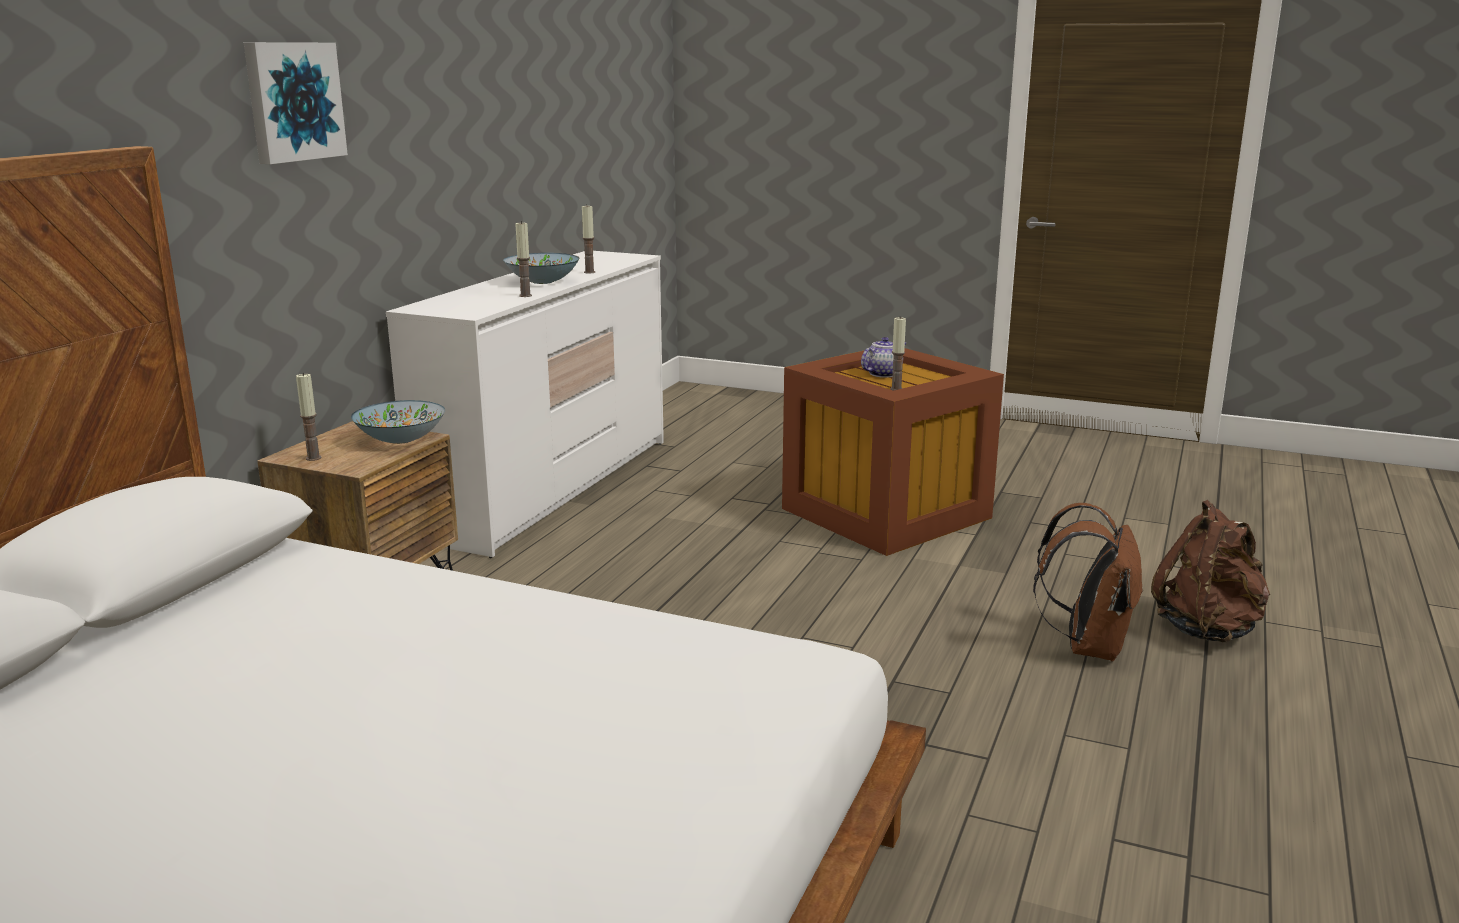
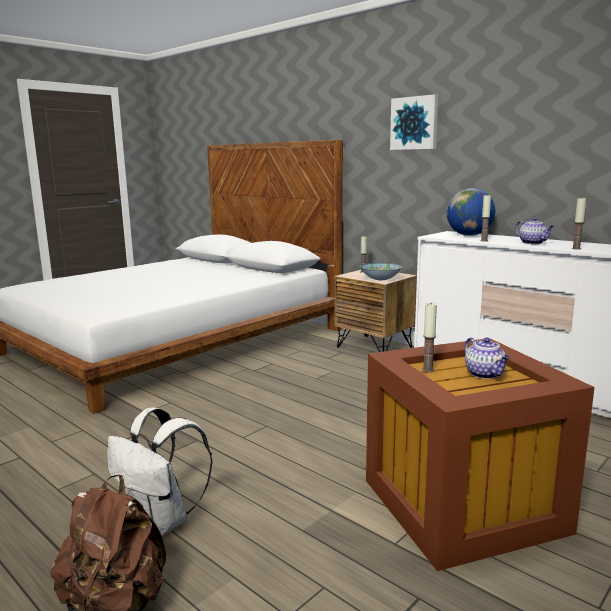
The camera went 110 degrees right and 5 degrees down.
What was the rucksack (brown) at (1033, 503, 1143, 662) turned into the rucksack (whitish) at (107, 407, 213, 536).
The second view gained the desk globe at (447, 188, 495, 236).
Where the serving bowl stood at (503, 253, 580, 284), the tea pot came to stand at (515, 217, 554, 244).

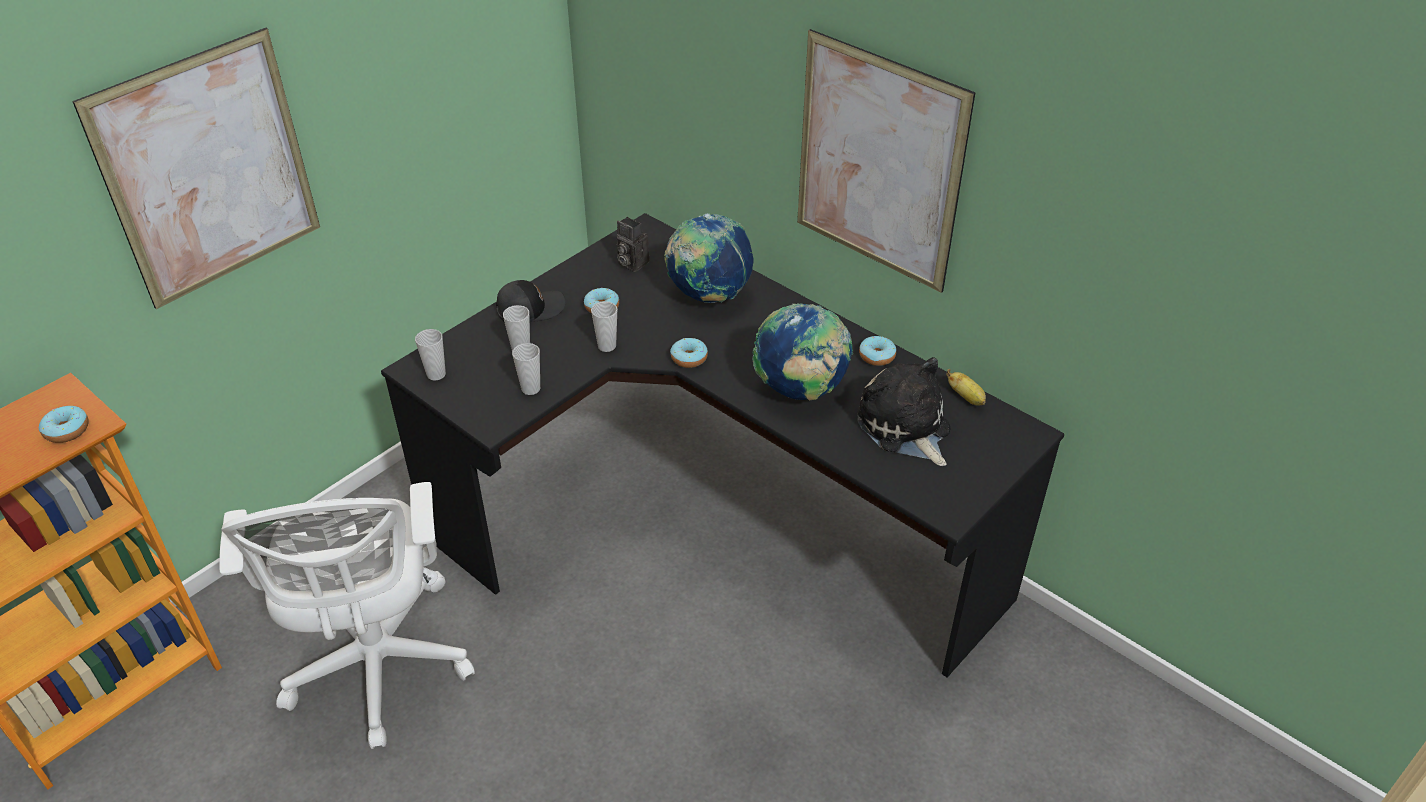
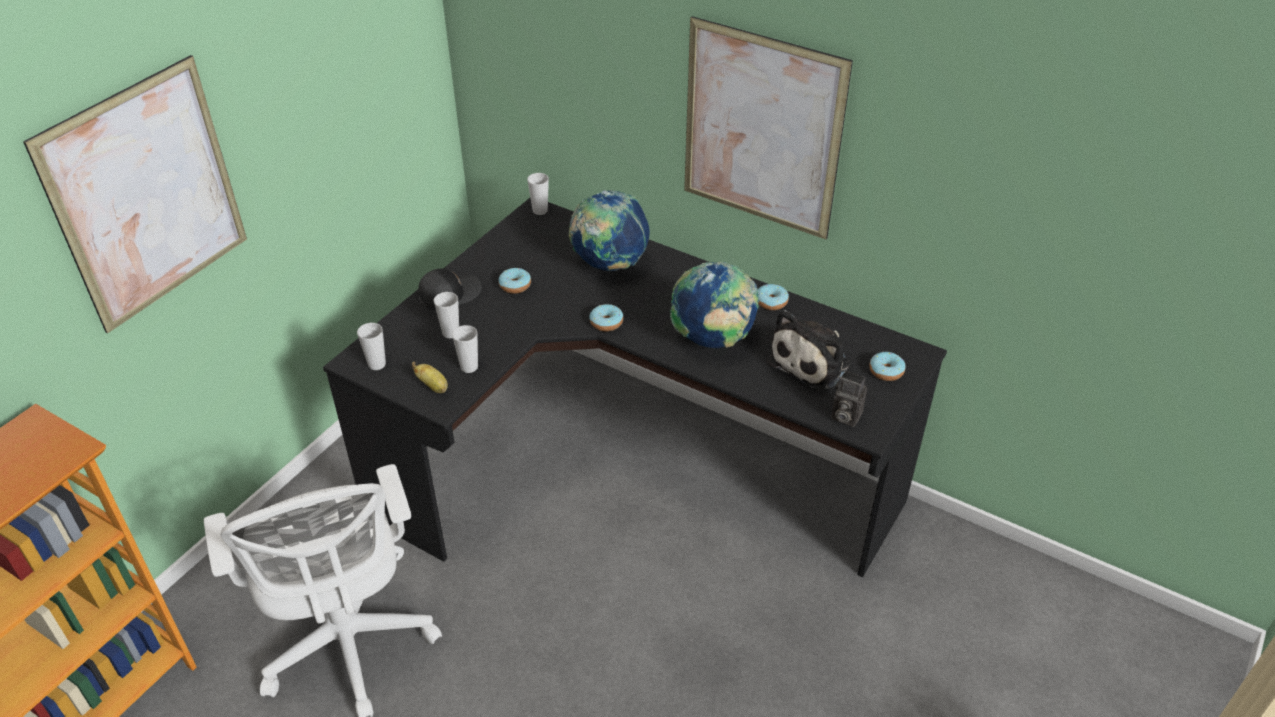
The camera went 10 degrees left and 0 degrees up.
The banana ended up elsewhere, having gone from (946, 369, 986, 405) to (412, 362, 448, 393).
The small cup ended up elsewhere, having gone from (591, 301, 617, 352) to (527, 173, 549, 215).
The cuddly toy at (857, 357, 950, 466) ended up facing another way, 105 degrees counterclockwise from before.
The still camera ended up elsewhere, having gone from (616, 217, 650, 272) to (831, 370, 867, 427).
The ring doughnut ended up elsewhere, having gone from (39, 406, 89, 443) to (869, 352, 905, 381).

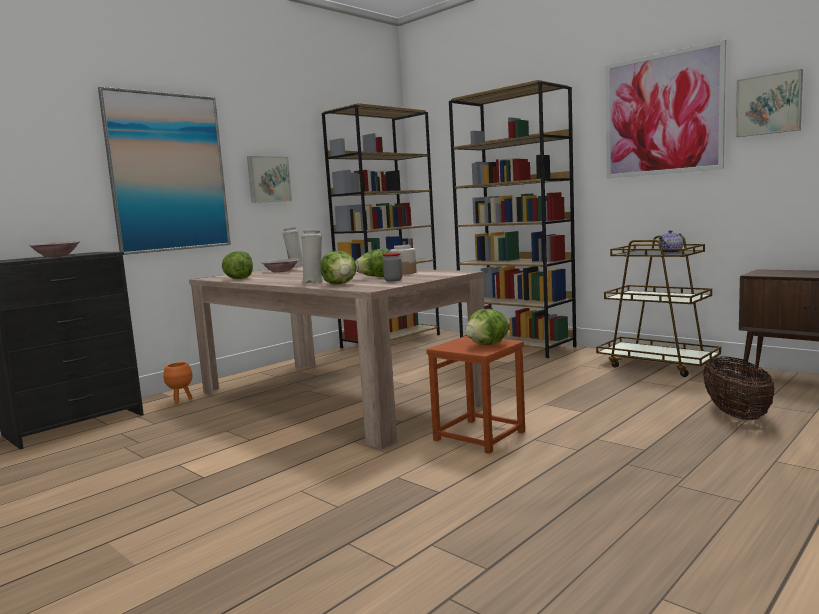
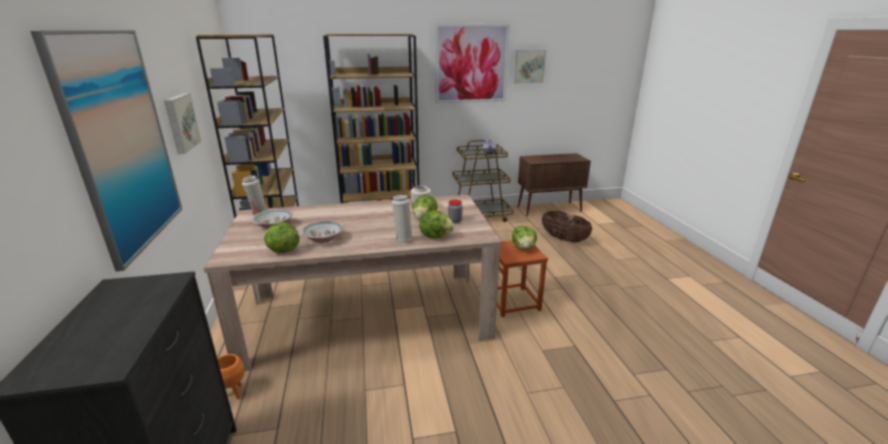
The camera went 55 degrees left and 15 degrees up.
The serving bowl ended up elsewhere, having gone from (29, 241, 80, 257) to (301, 220, 344, 243).

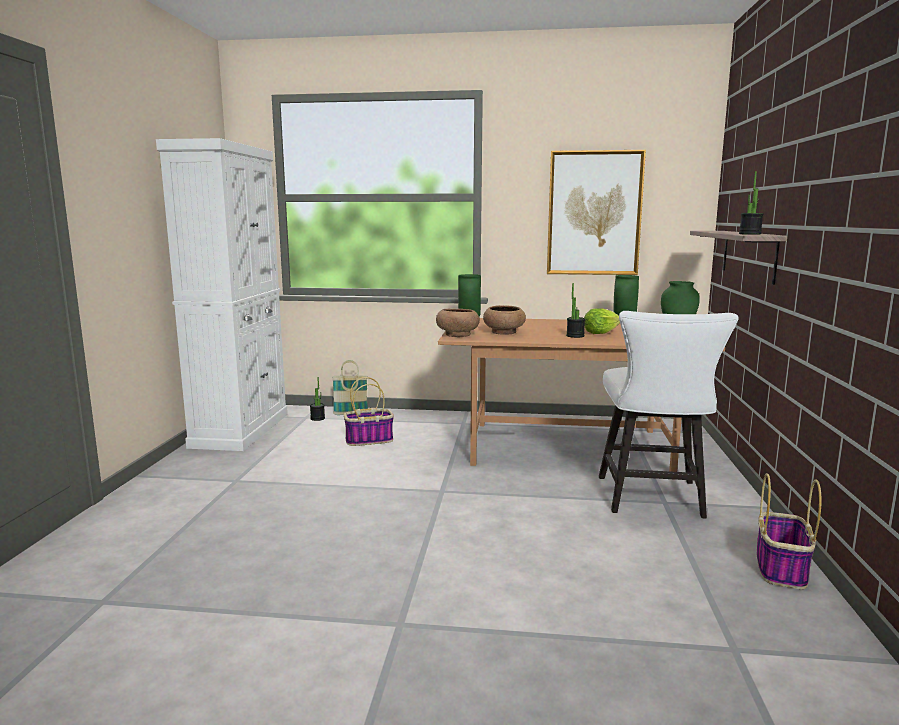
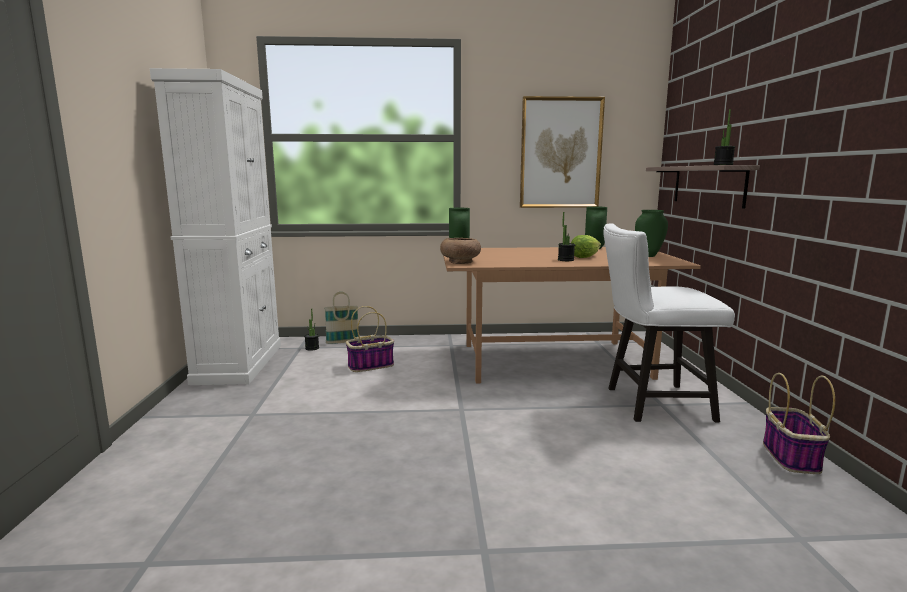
The camera went 10 degrees left and 0 degrees up.
The plain chair (whitish) at (599, 311, 739, 518) ended up facing another way, 90 degrees clockwise from before.
The second view lost the serving bowl (brown) at (483, 305, 526, 335).

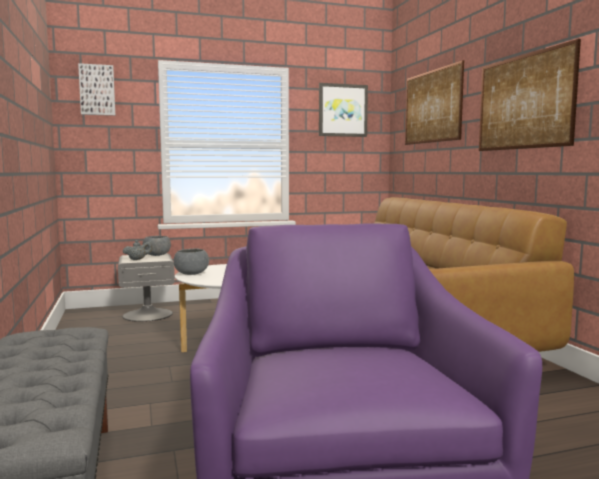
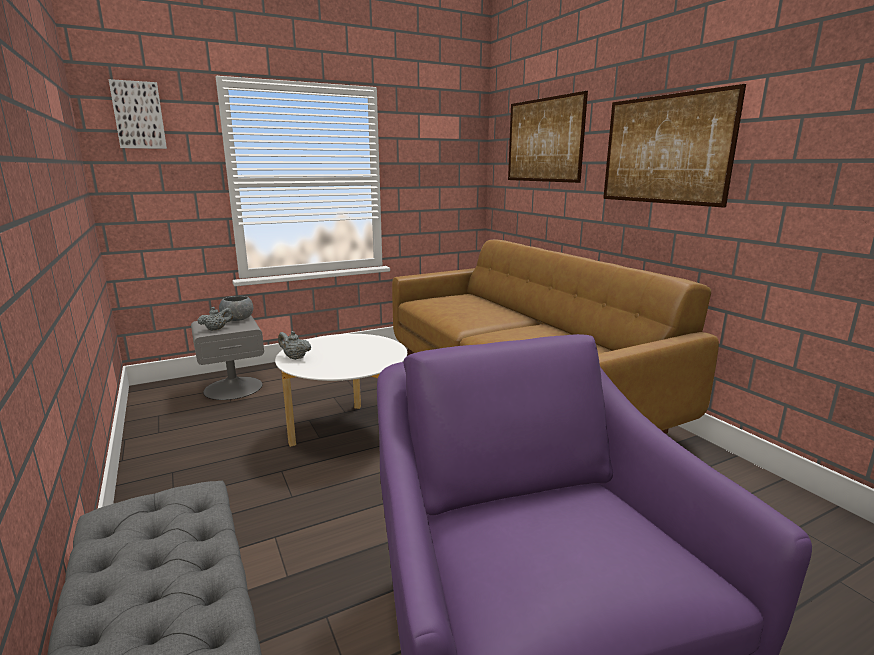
The camera went 10 degrees left and 10 degrees up.
Where the serving bowl (grey) stood at (174, 248, 209, 275), the tea pot (grey) came to stand at (278, 331, 311, 360).
The second view lost the wall picture at (319, 83, 368, 137).

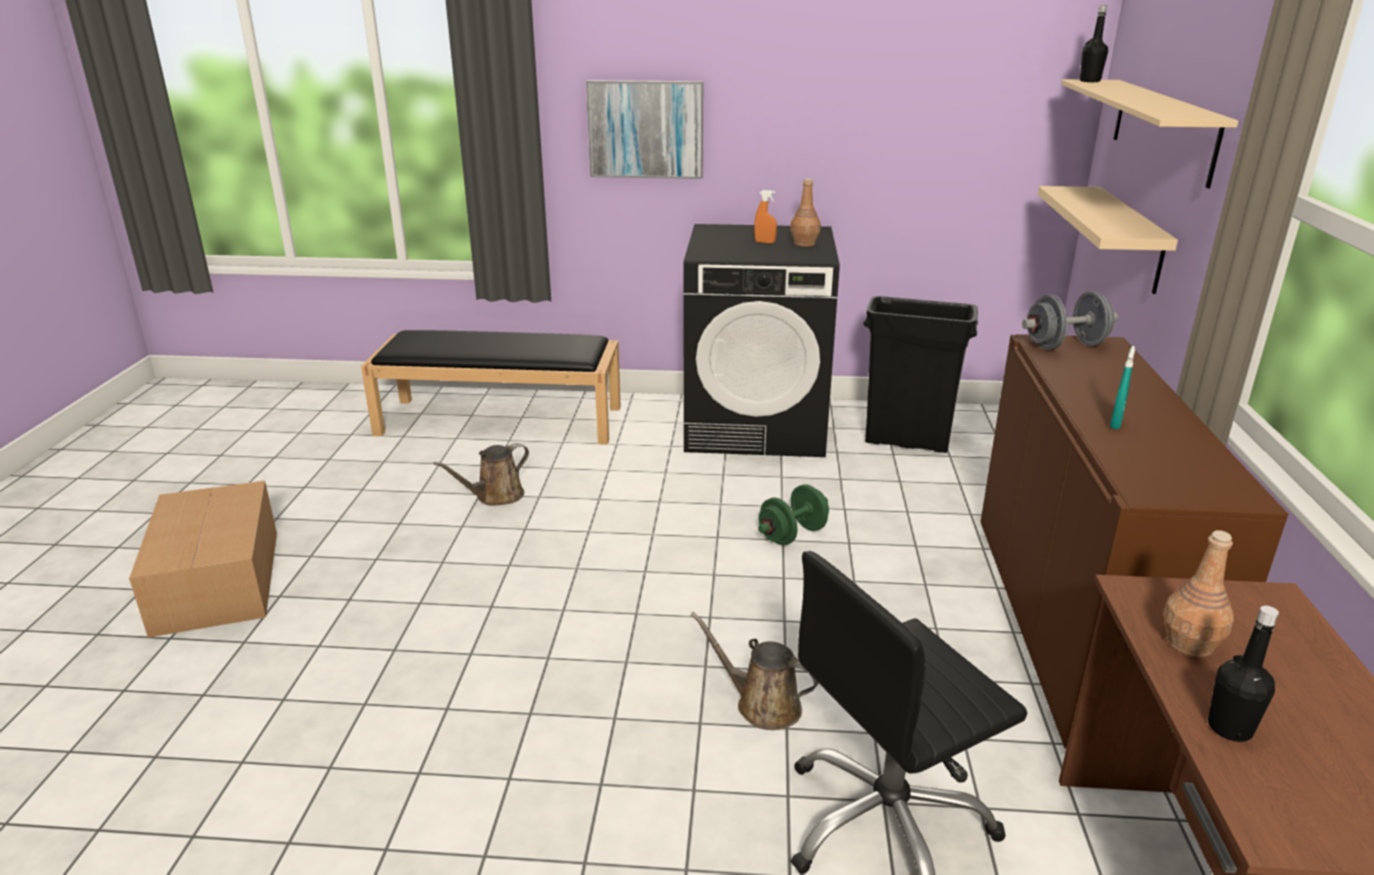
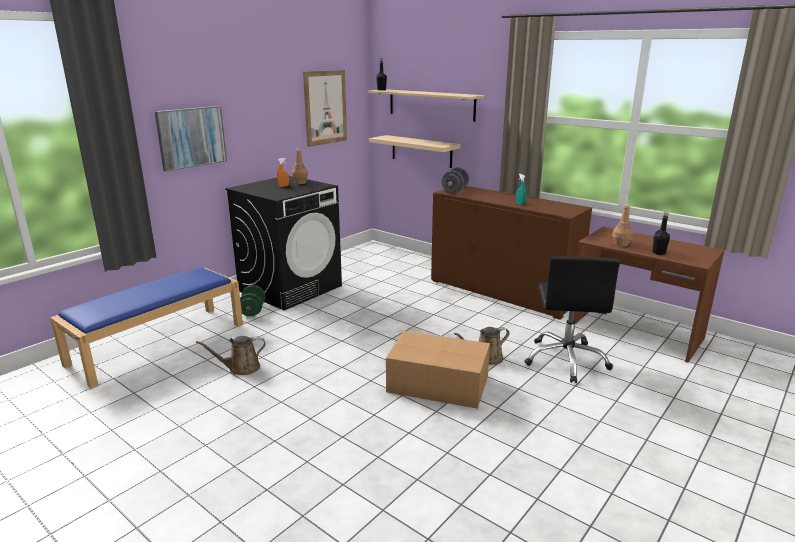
The camera went 55 degrees left and 5 degrees down.
What was the long seat (blackish) at (361, 330, 621, 445) turned into the long seat (blue-coloured) at (50, 268, 243, 389).
The watering pot (brown) at (434, 443, 529, 506) ended up facing another way, 75 degrees clockwise from before.
The dumbbell (green) ended up elsewhere, having gone from (758, 484, 829, 545) to (240, 285, 266, 316).
The second view gained the wall picture at (303, 70, 347, 147).
The carton ended up elsewhere, having gone from (129, 480, 277, 638) to (386, 331, 490, 409).
The second view lost the waste bin (blackish) at (863, 296, 978, 453).

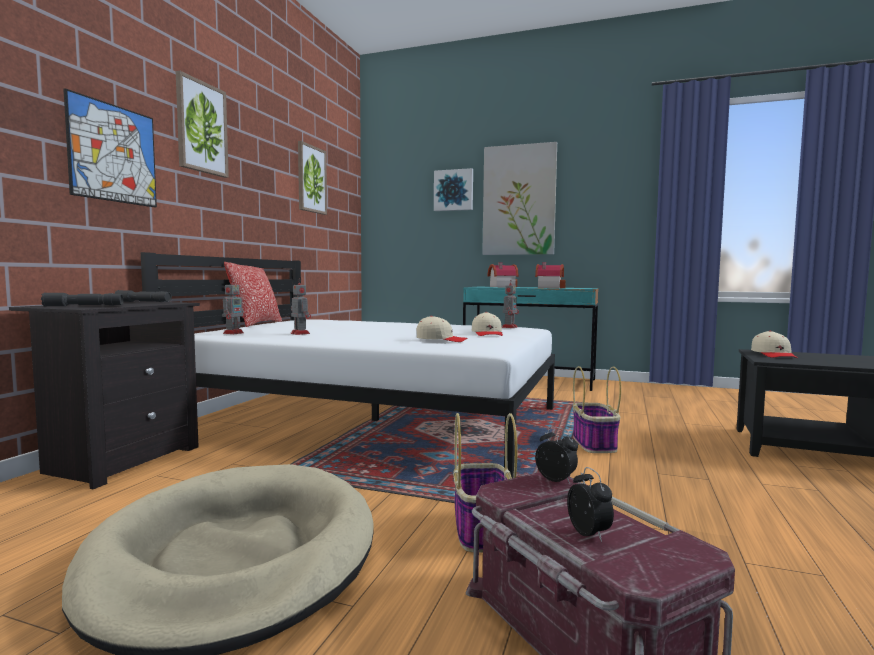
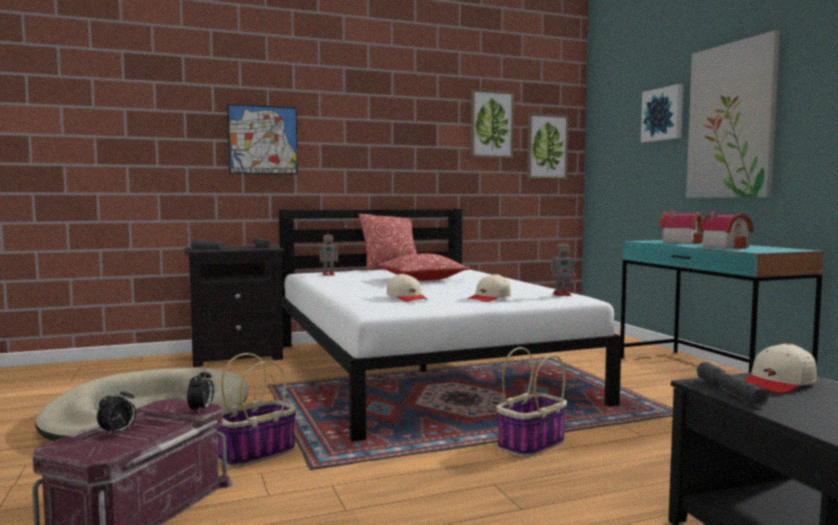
The camera went 50 degrees right and 0 degrees up.
The second view gained the cushion at (378, 253, 470, 281).
The wall picture ended up elsewhere, having gone from (176, 71, 229, 178) to (527, 113, 569, 179).
The second view gained the flashlight (grey) at (697, 362, 768, 406).
The second view lost the toy robot at (291, 278, 311, 335).

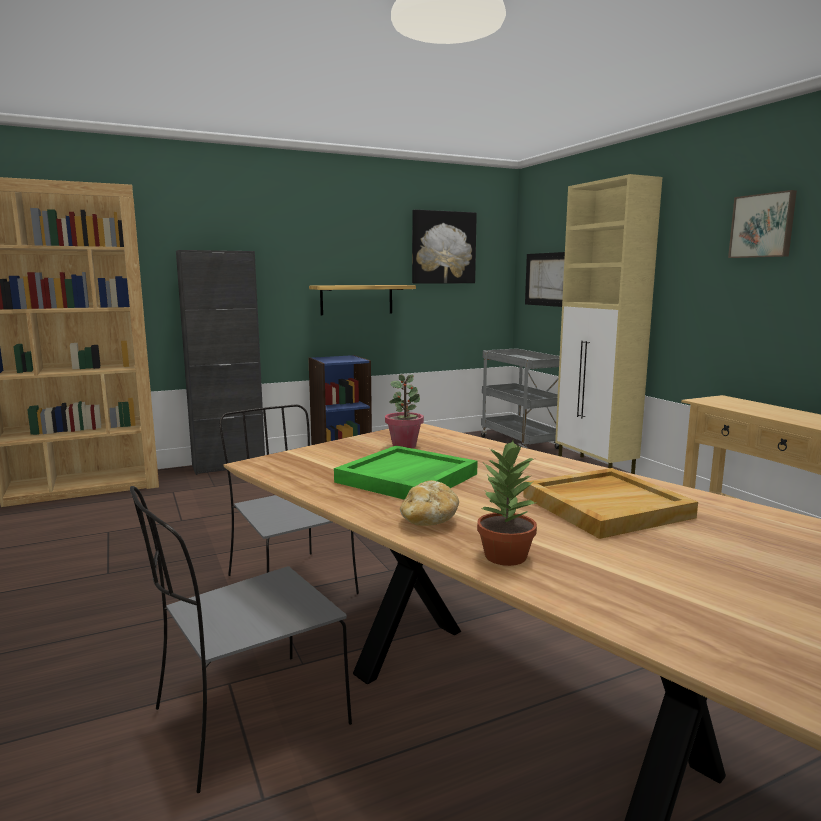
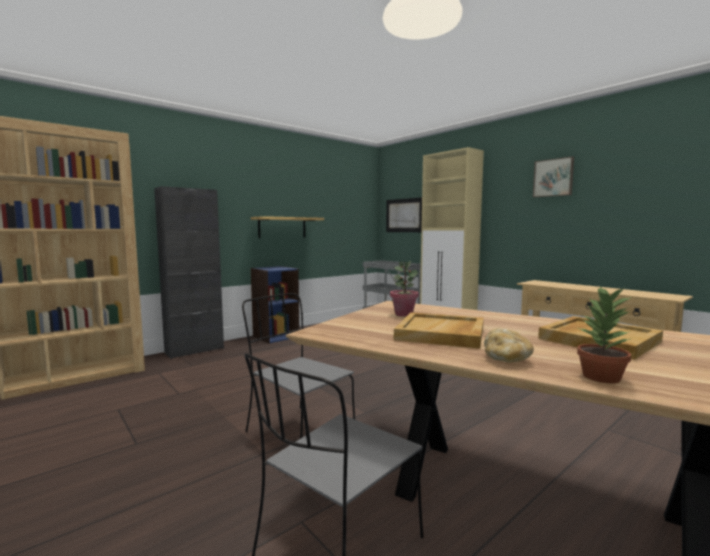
The camera went 15 degrees left and 5 degrees down.
What was the tray (green) at (334, 446, 478, 500) turned into the tray (sand-coloured) at (394, 312, 484, 349).
The second view lost the wall picture at (412, 209, 477, 284).

